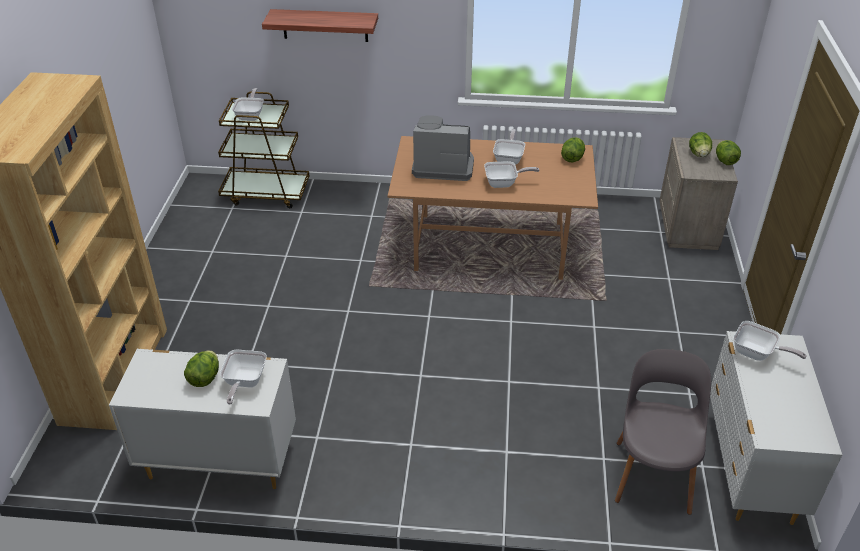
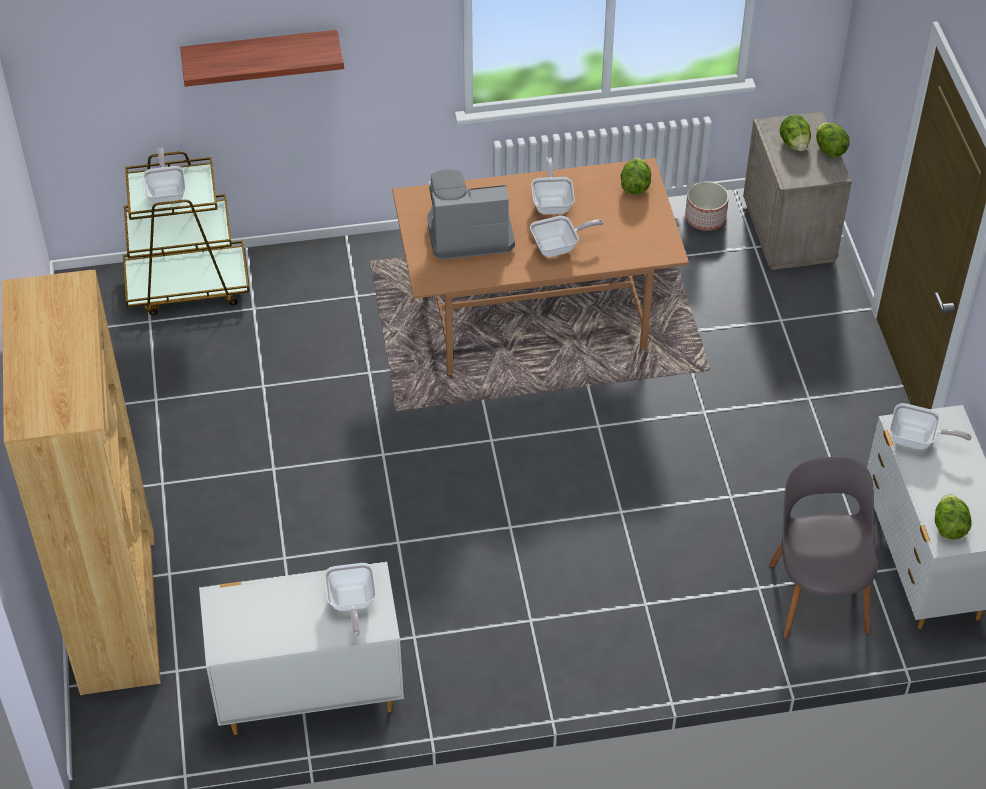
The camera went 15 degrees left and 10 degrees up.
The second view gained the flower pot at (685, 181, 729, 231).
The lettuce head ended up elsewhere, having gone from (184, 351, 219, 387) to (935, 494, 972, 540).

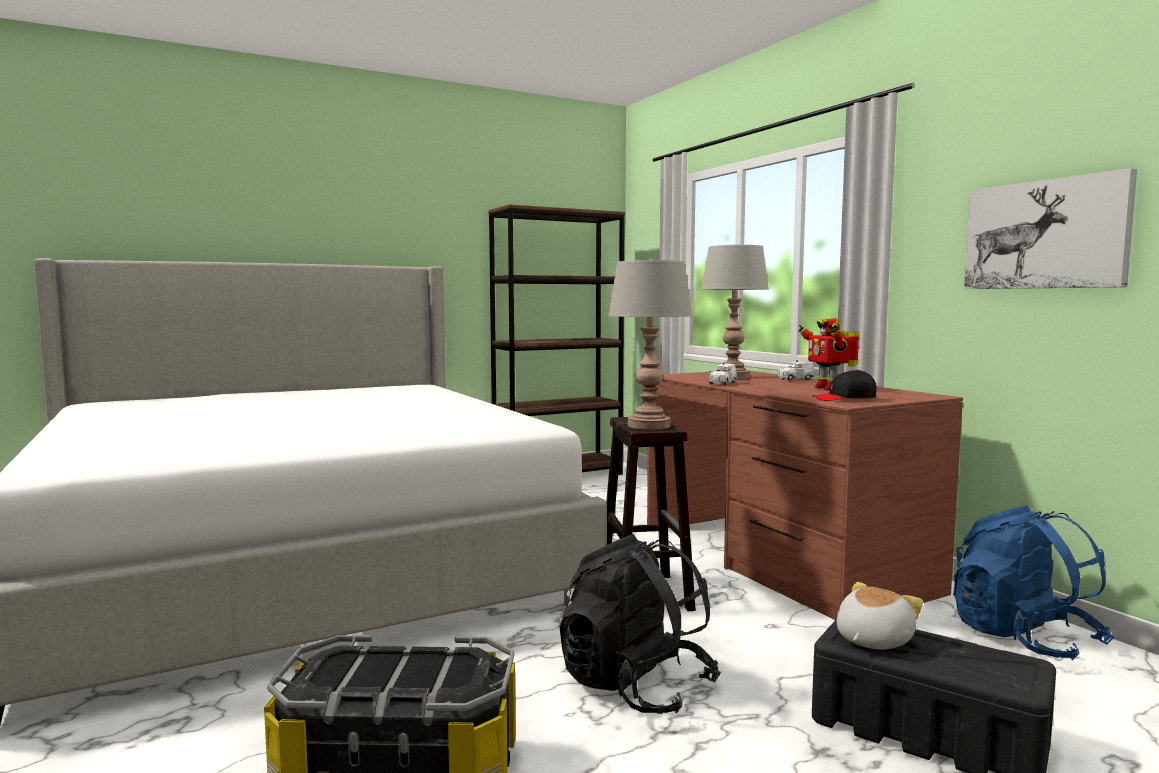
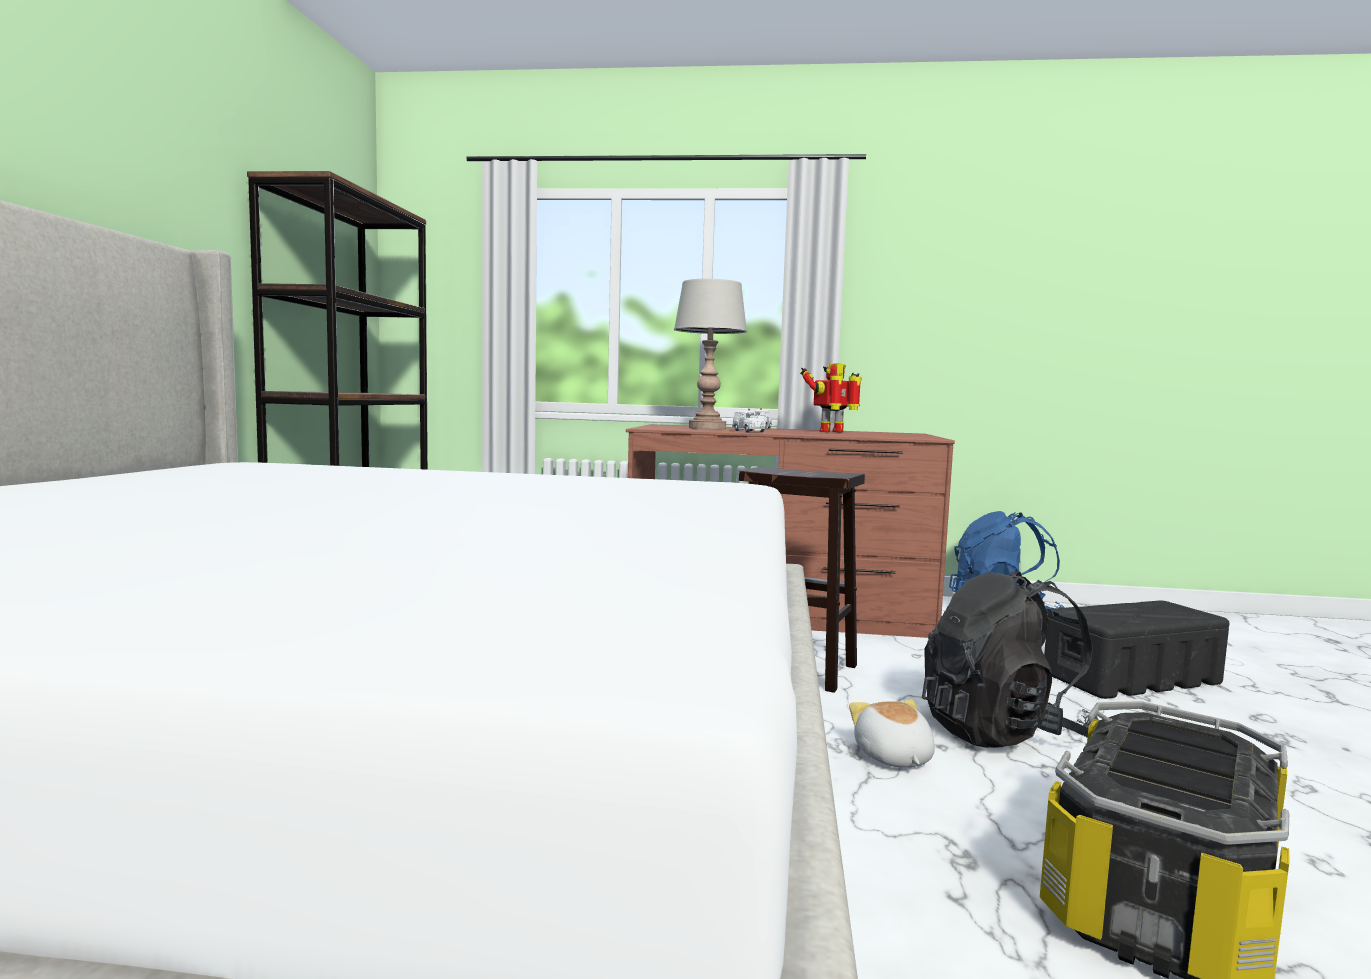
The camera went 55 degrees left and 0 degrees up.
The toy robot at (799, 318, 860, 390) ended up facing another way, 135 degrees clockwise from before.
The cuddly toy ended up elsewhere, having gone from (837, 582, 923, 650) to (849, 699, 935, 768).
The second view lost the table lamp (grey) at (608, 259, 693, 430).
The second view lost the cap (blackish) at (811, 369, 876, 401).
The second view lost the wall picture at (964, 168, 1137, 289).

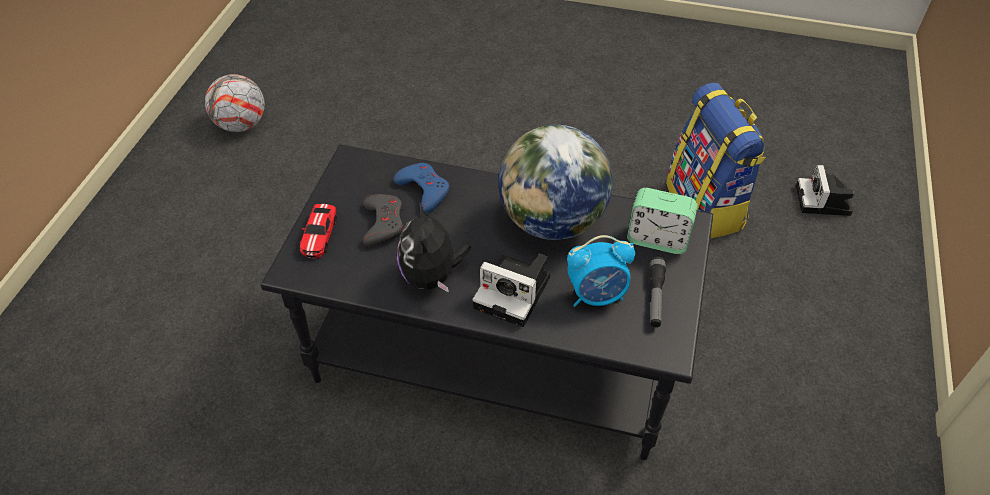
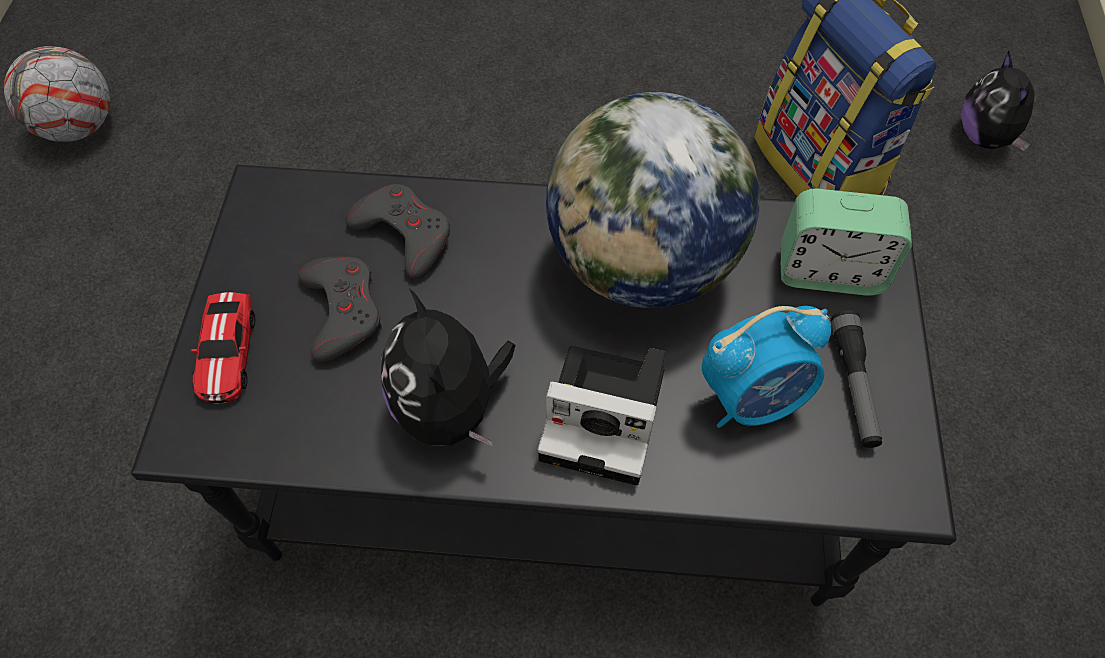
The camera went 10 degrees left and 10 degrees up.
What was the gamepad (blue-coloured) at (393, 163, 449, 213) turned into the gamepad (grey) at (345, 184, 450, 279).
Where the still camera stood at (796, 165, 854, 216), the cuddly toy came to stand at (961, 50, 1035, 151).

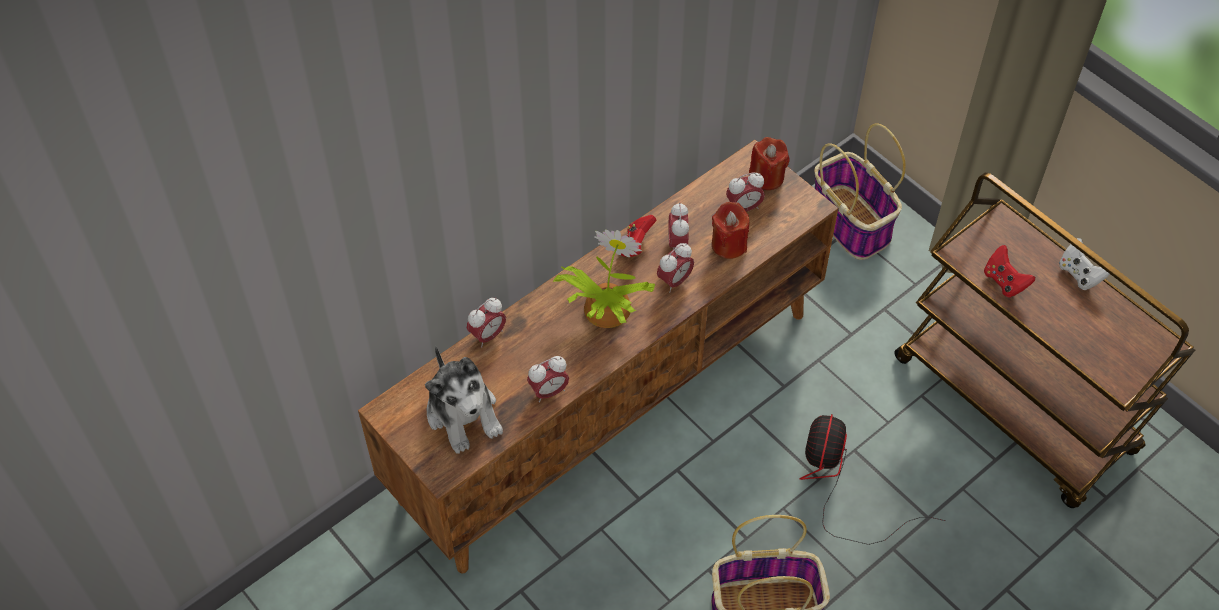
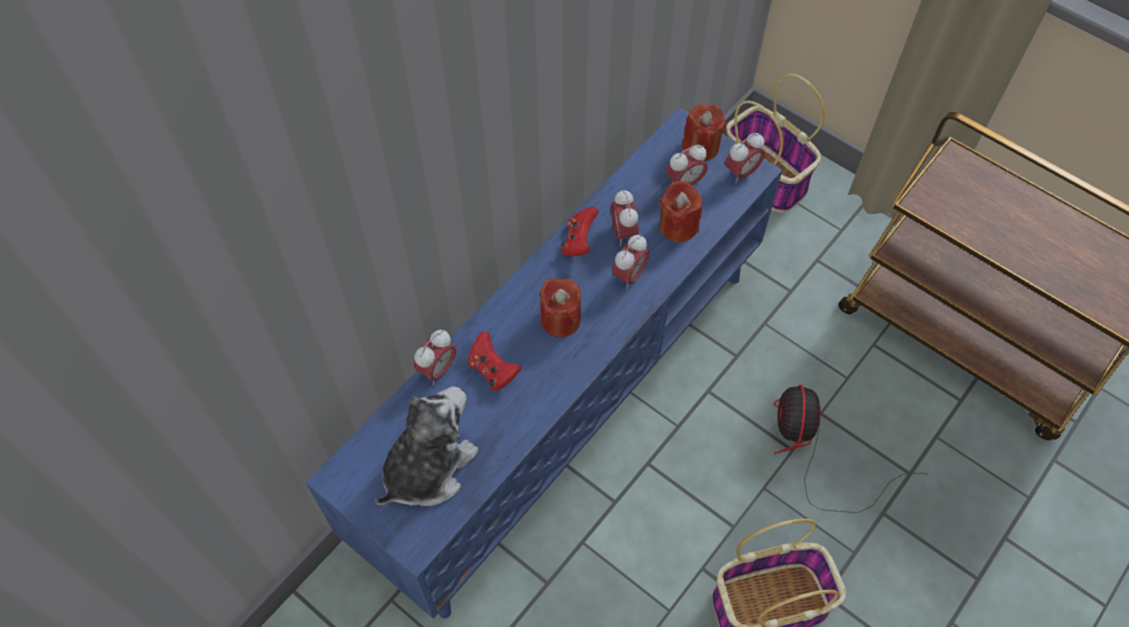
The camera went 10 degrees left and 5 degrees up.
What was the tv unit (brown) at (358, 140, 838, 573) turned into the tv unit (blue-coloured) at (306, 108, 783, 619).
The cuddly toy at (425, 345, 503, 454) ended up facing another way, 105 degrees counterclockwise from before.
The gamepad (red) ended up elsewhere, having gone from (984, 245, 1035, 297) to (468, 331, 521, 391).
Where the potted plant stood at (553, 229, 655, 328), the wax light (red) came to stand at (539, 278, 581, 337).
The table clock ended up elsewhere, having gone from (527, 356, 569, 402) to (725, 133, 765, 184).
The second view lost the gamepad (whitish) at (1059, 238, 1110, 290).

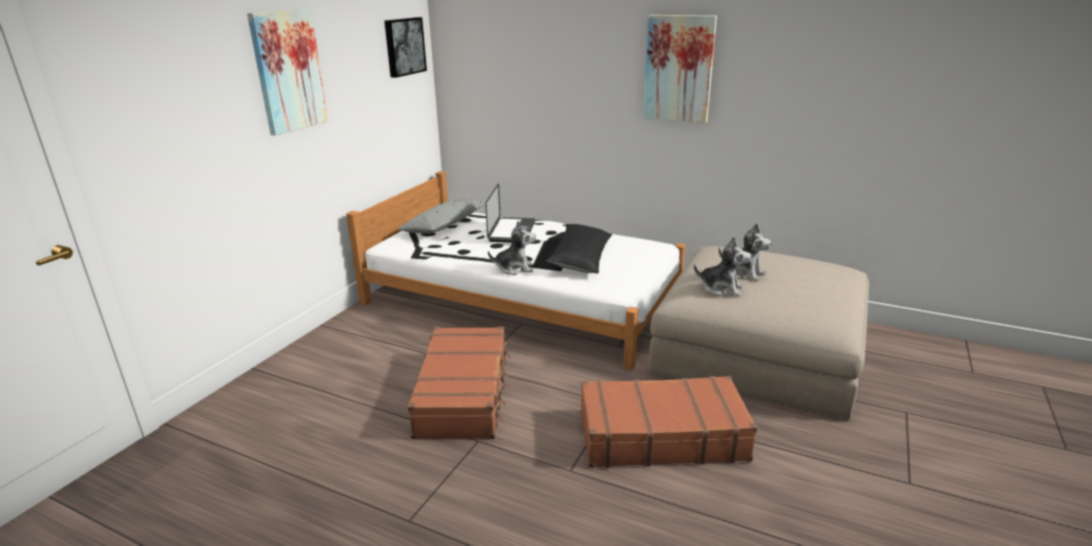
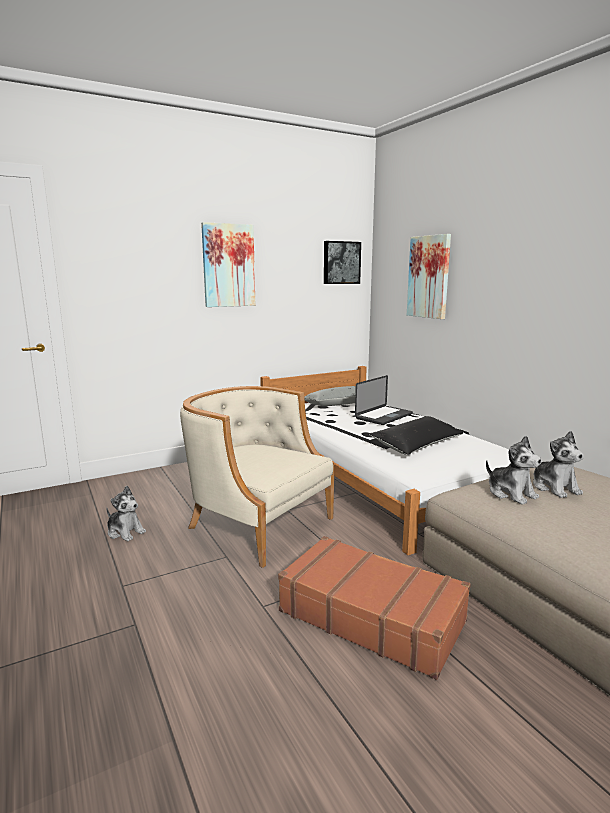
The camera went 35 degrees right and 10 degrees down.
The cuddly toy ended up elsewhere, having gone from (488, 221, 536, 275) to (106, 485, 146, 541).
Where the piece of luggage (brown) stood at (408, 327, 511, 439), the lounge chair (sand-coloured) came to stand at (180, 386, 334, 568).
The wall picture ended up elsewhere, having gone from (643, 15, 717, 123) to (407, 234, 451, 319).

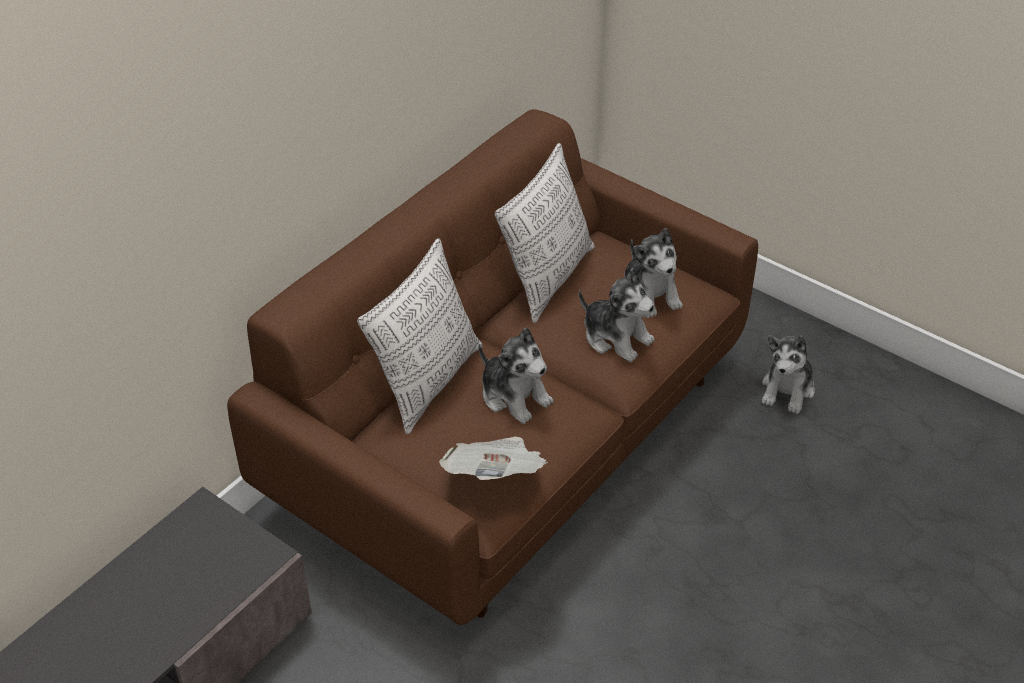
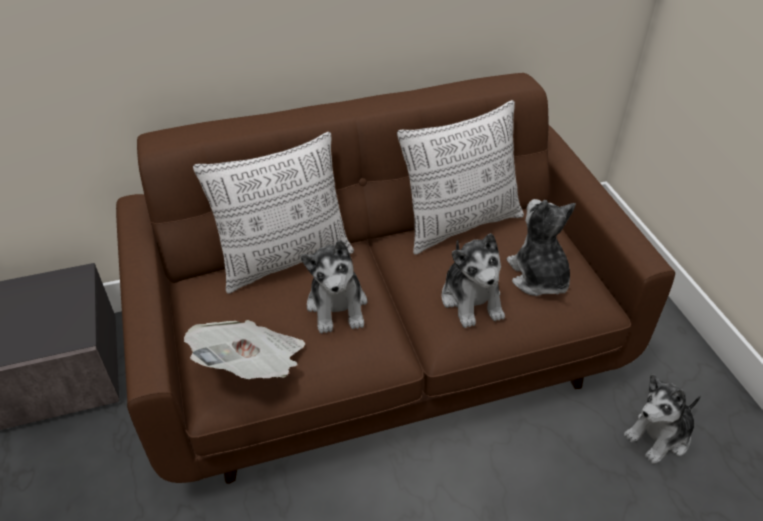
The camera went 35 degrees right and 0 degrees up.
The cuddly toy at (624, 228, 683, 318) ended up facing another way, 150 degrees clockwise from before.

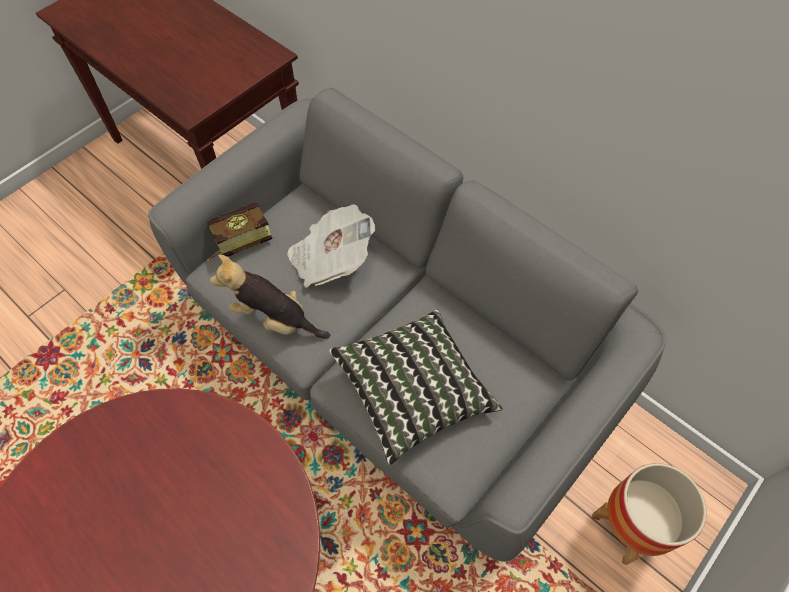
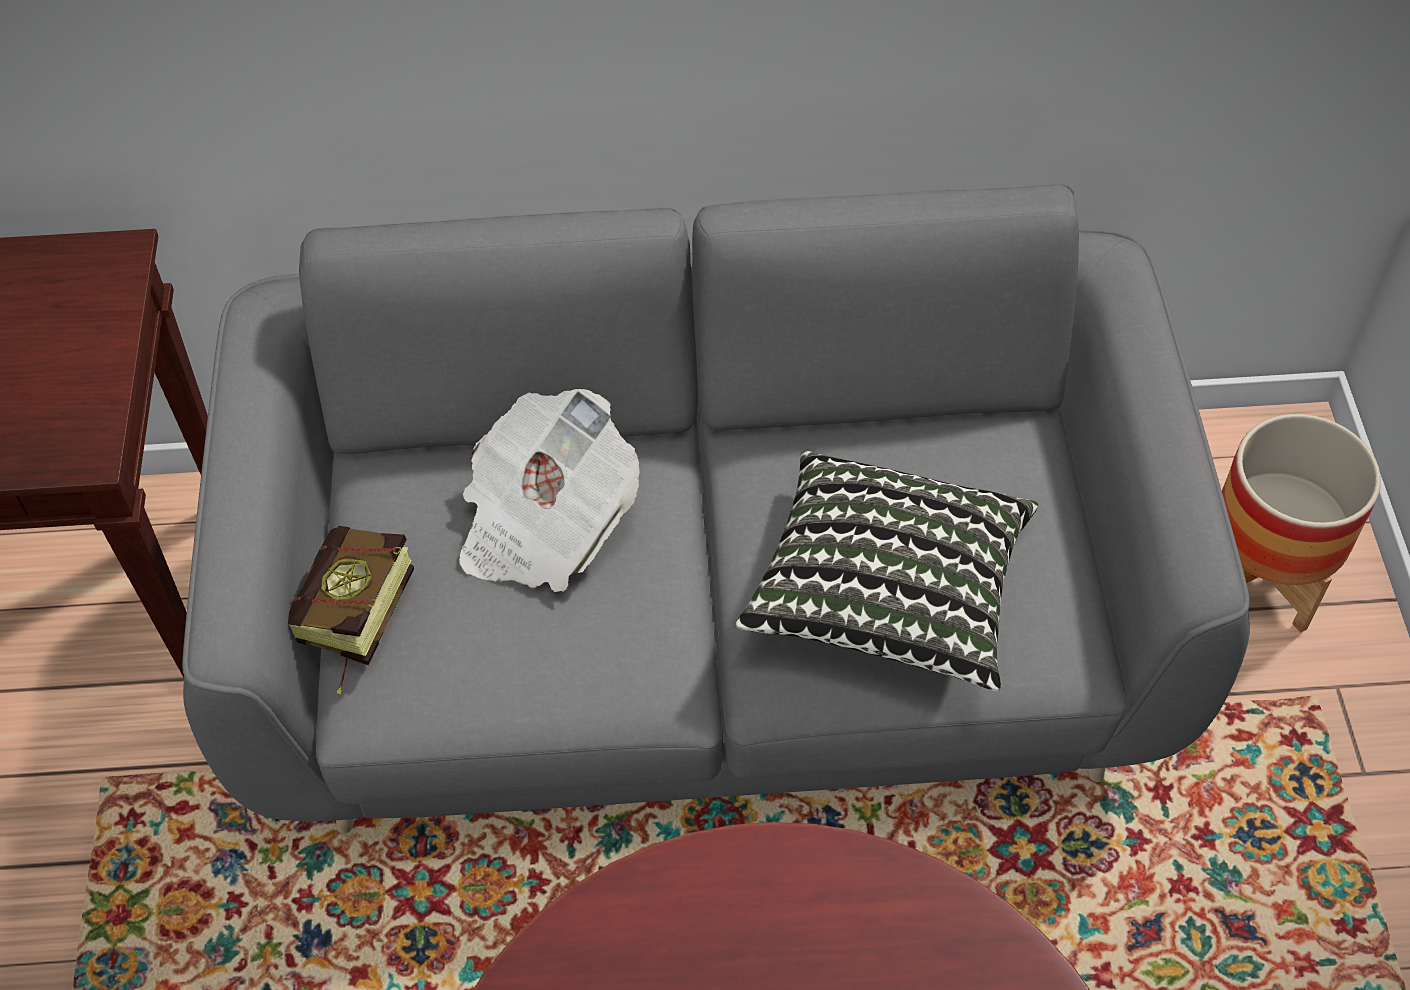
The camera went 45 degrees left and 5 degrees down.
The second view lost the cuddly toy at (210, 255, 330, 339).

